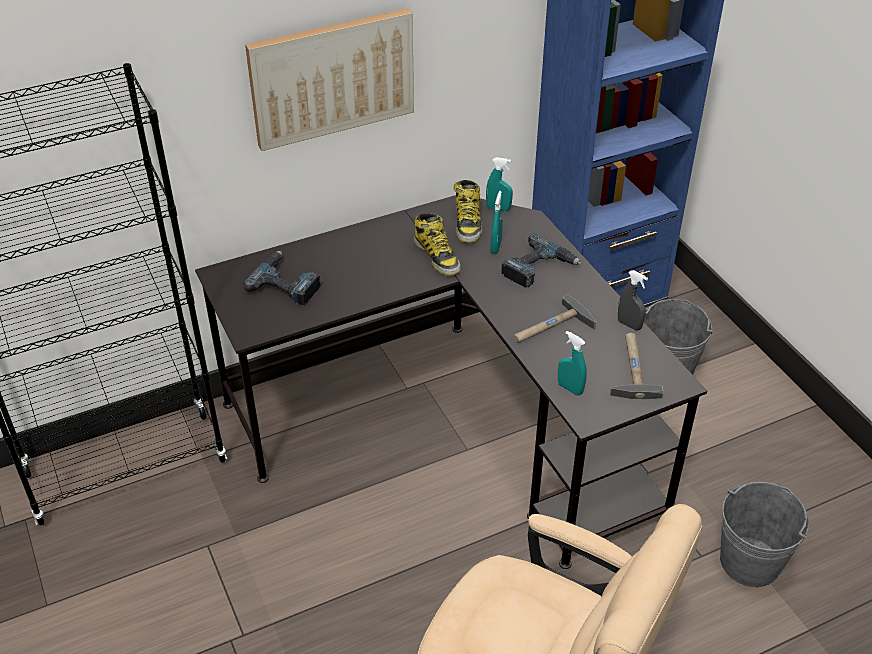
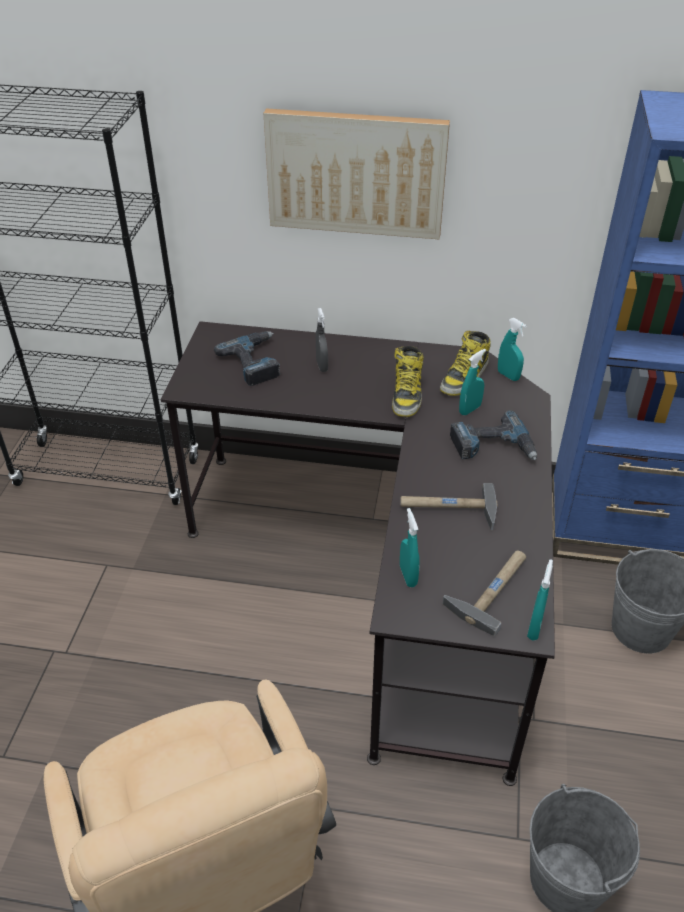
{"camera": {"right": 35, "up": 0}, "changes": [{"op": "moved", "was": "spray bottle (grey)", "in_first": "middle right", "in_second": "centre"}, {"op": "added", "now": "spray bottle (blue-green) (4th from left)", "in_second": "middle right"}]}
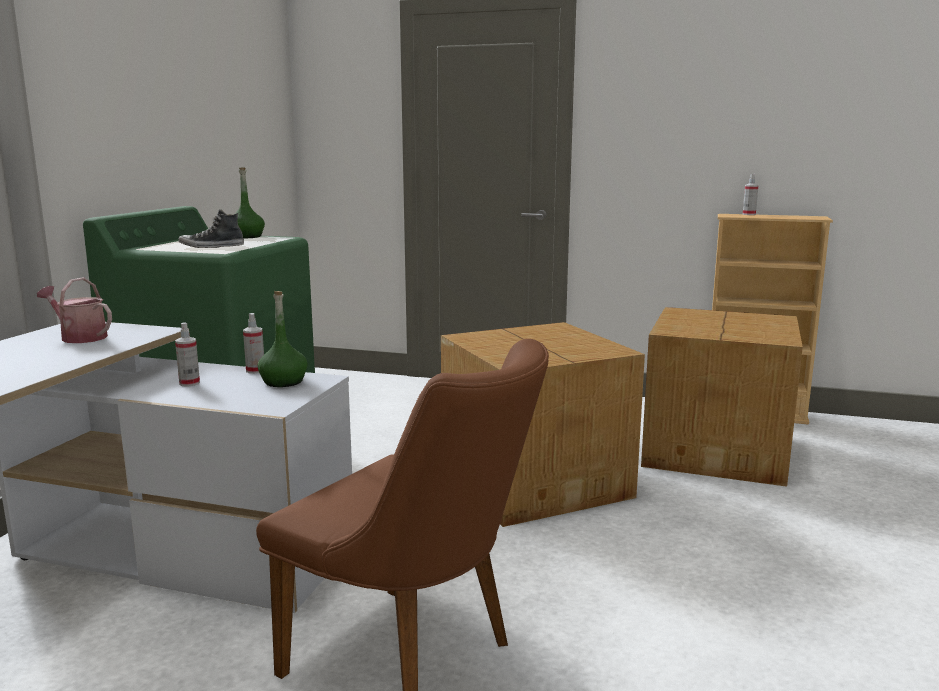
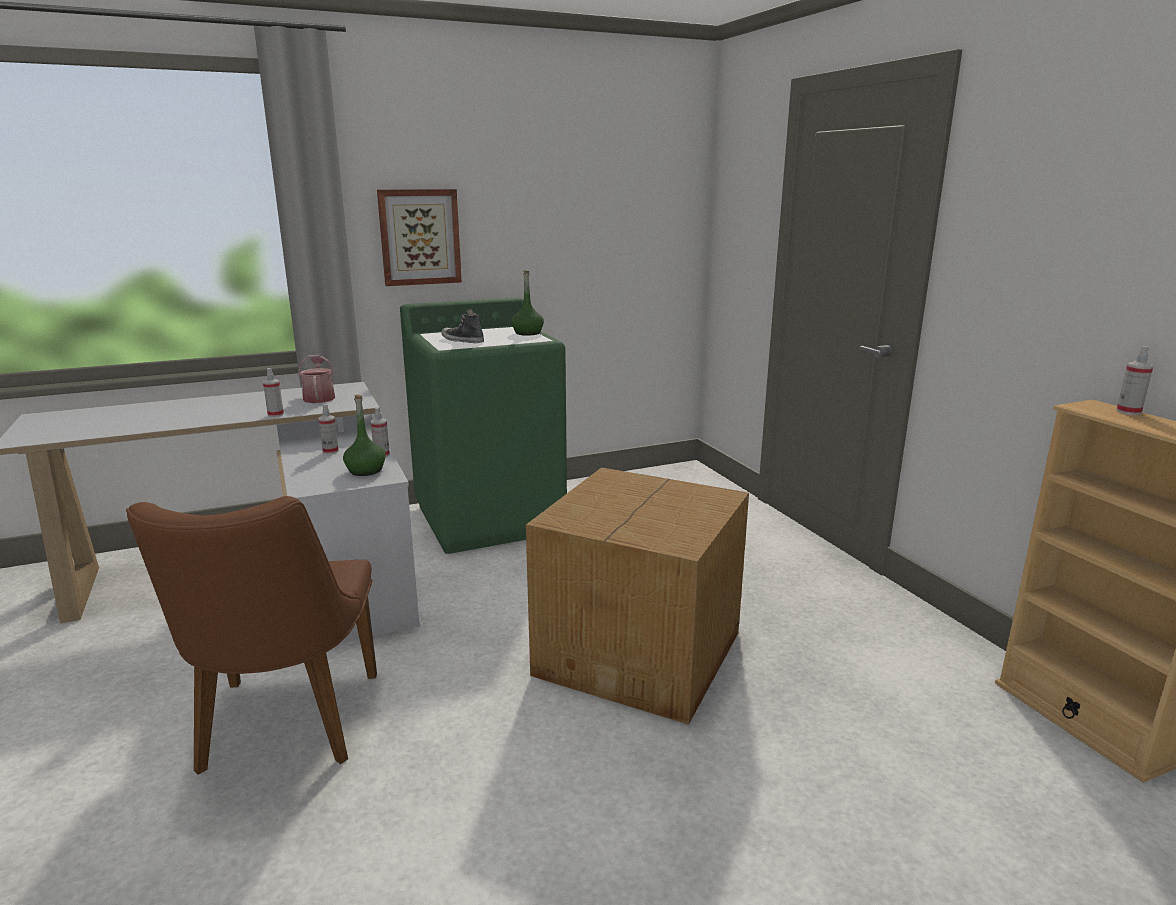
{"camera": {"right": 50, "up": 5}, "changes": [{"op": "added", "now": "spray bottle (1st from left)", "in_second": "middle left"}, {"op": "added", "now": "picture", "in_second": "top centre"}, {"op": "removed", "was": "packing box (2nd from left)", "in_first": "middle right"}]}
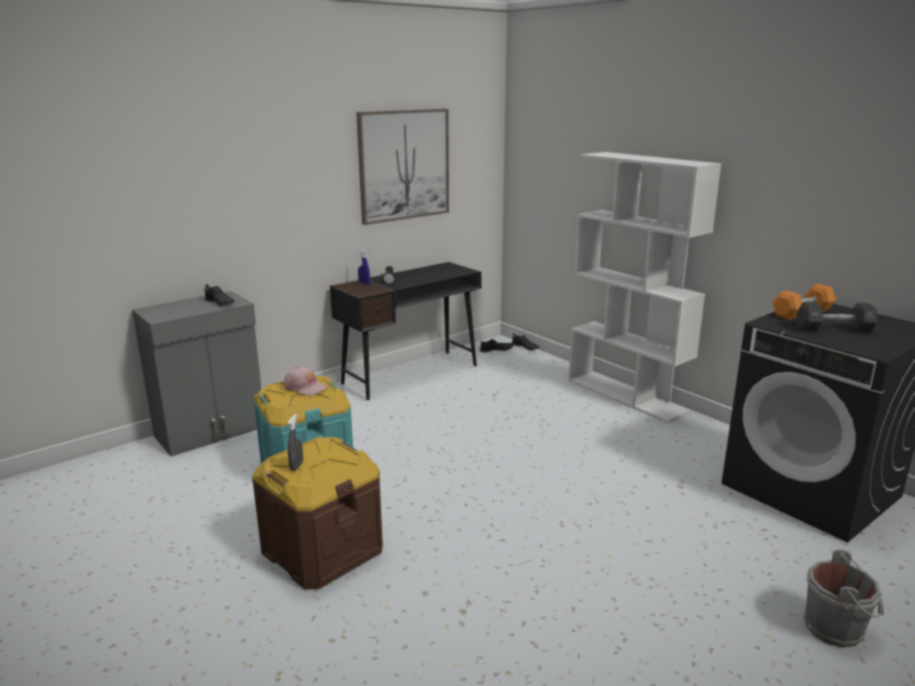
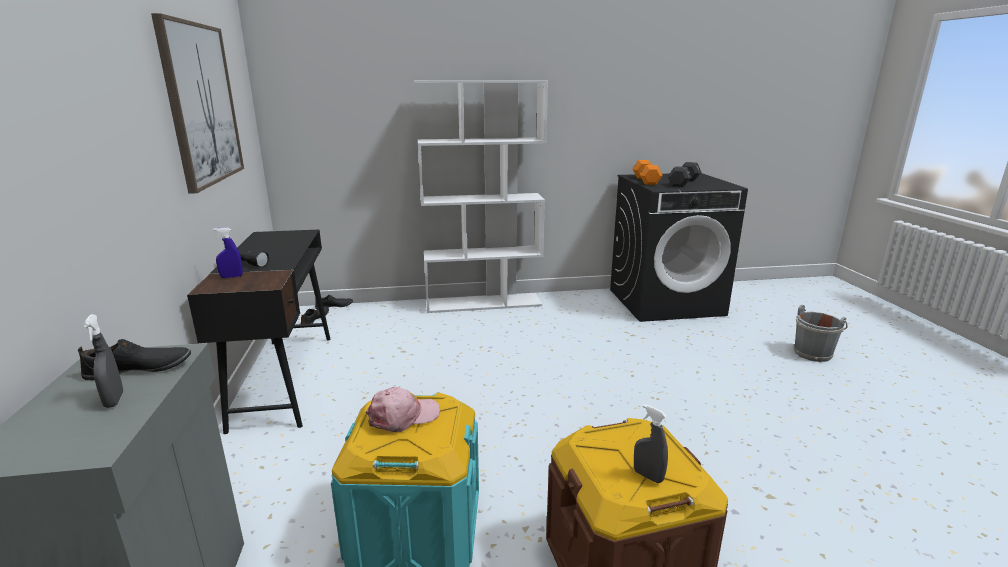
{"camera": {"right": -60, "up": 0}, "changes": [{"op": "added", "now": "spray bottle (grey) (1st from left)", "in_second": "middle left"}]}
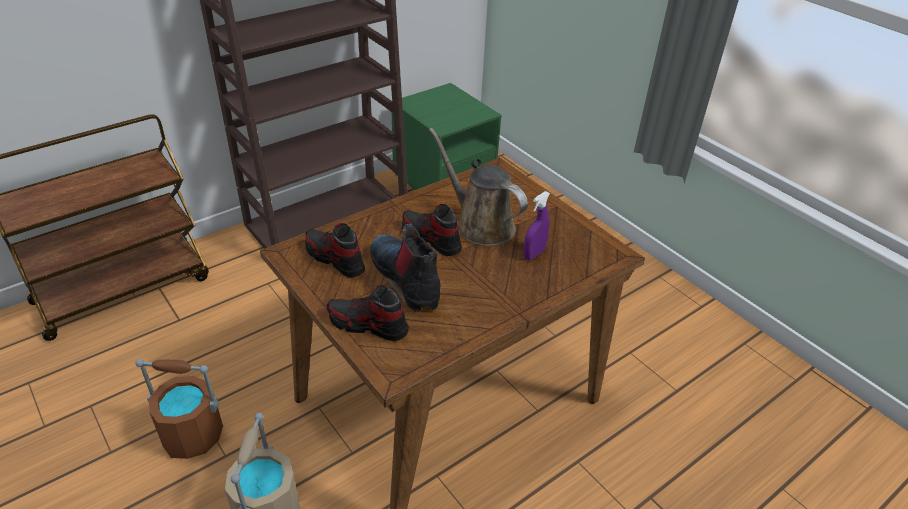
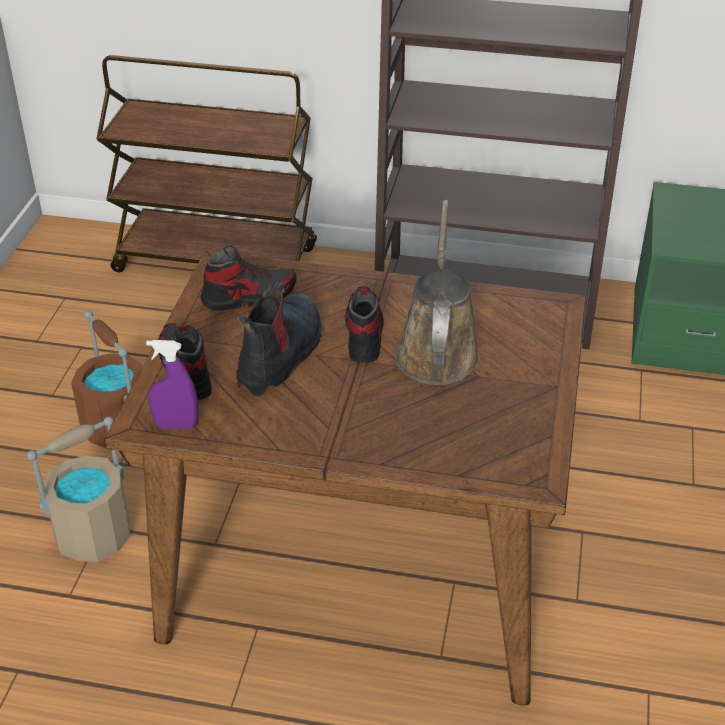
{"camera": {"right": 50, "up": 0}, "changes": [{"op": "moved", "was": "spray bottle (purple)", "in_first": "centre", "in_second": "middle left"}, {"op": "turned", "was": "item of footwear (1st from left in the first image)", "in_first": "centre", "in_second": "centre", "clockwise": 75}]}
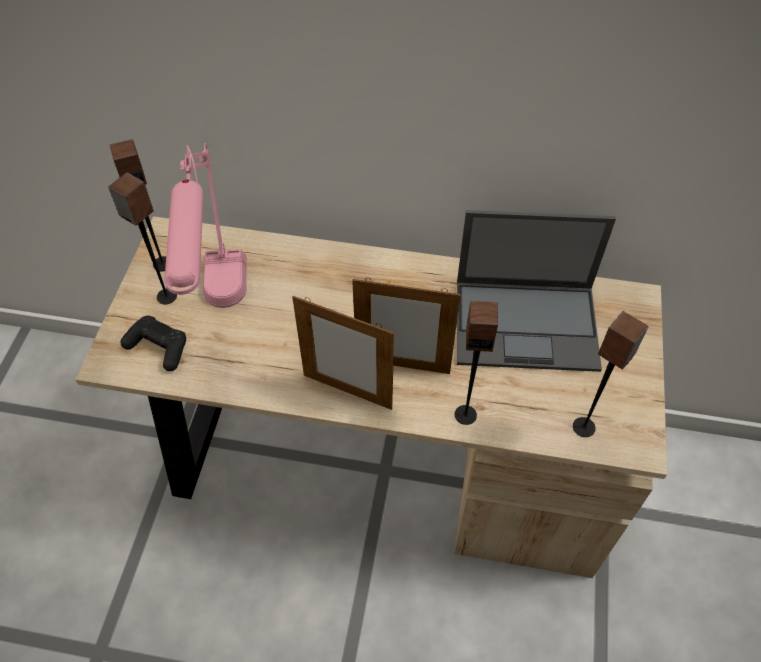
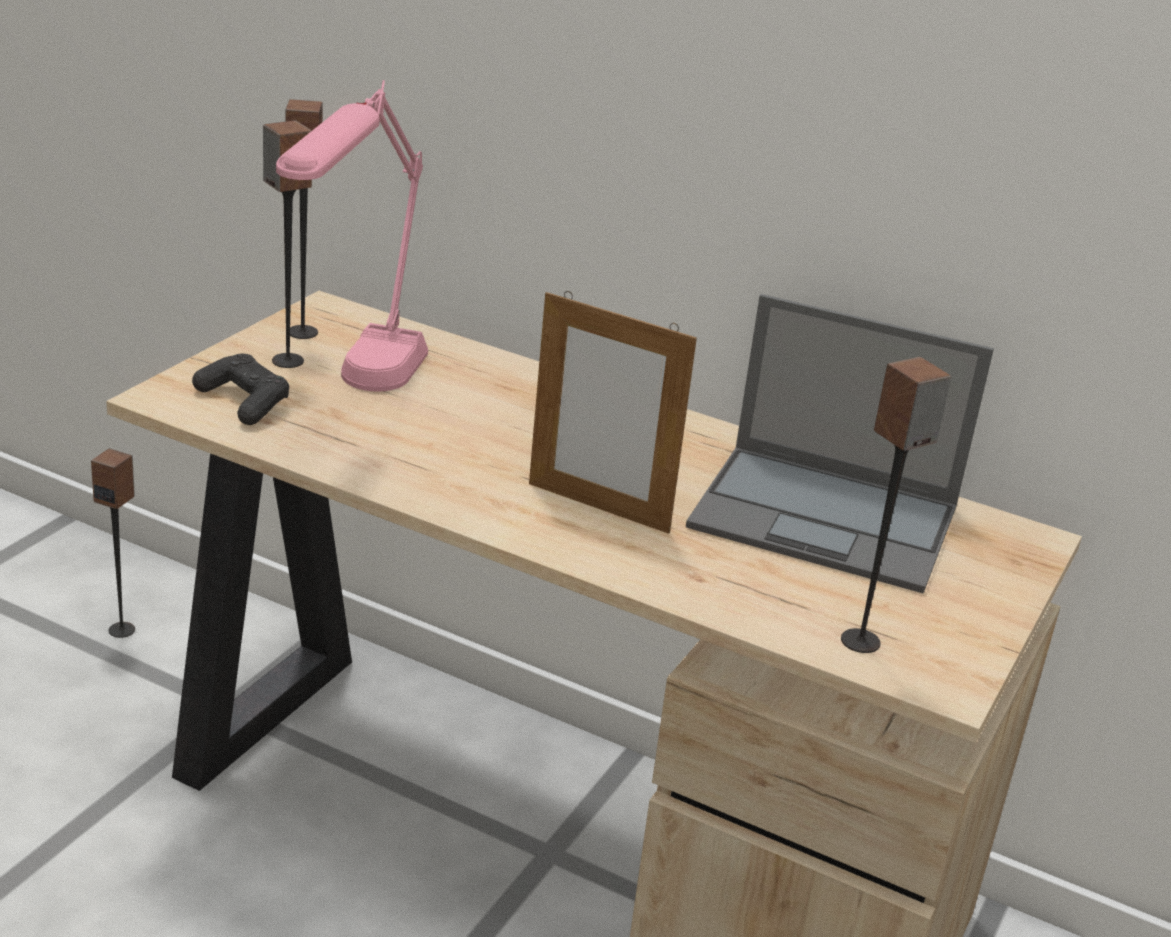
{"camera": {"right": 15, "up": -25}, "changes": [{"op": "moved", "was": "loudspeaker (3rd from left in the first image)", "now": "loudspeaker (1st from left)", "in_first": "centre", "in_second": "middle left"}, {"op": "removed", "was": "picture frame (1st from left)", "in_first": "centre"}]}
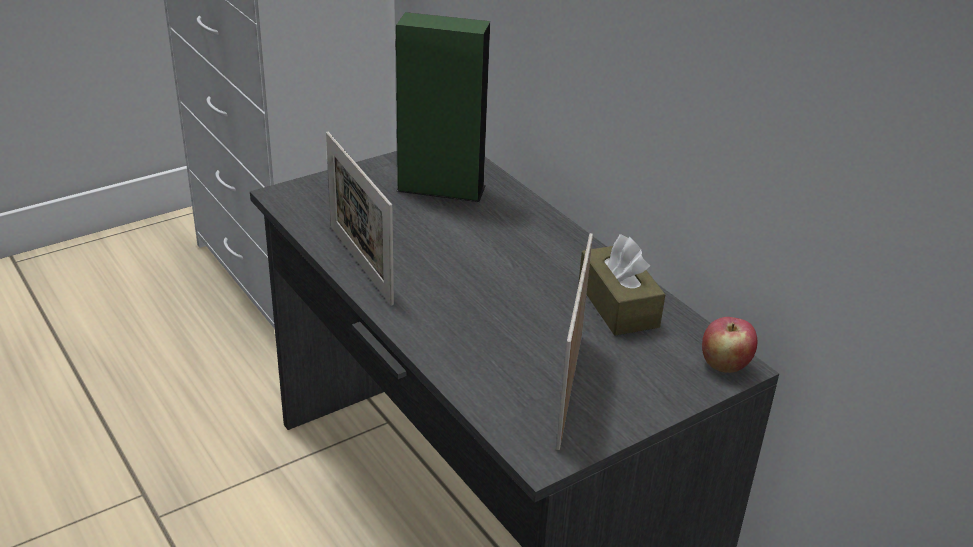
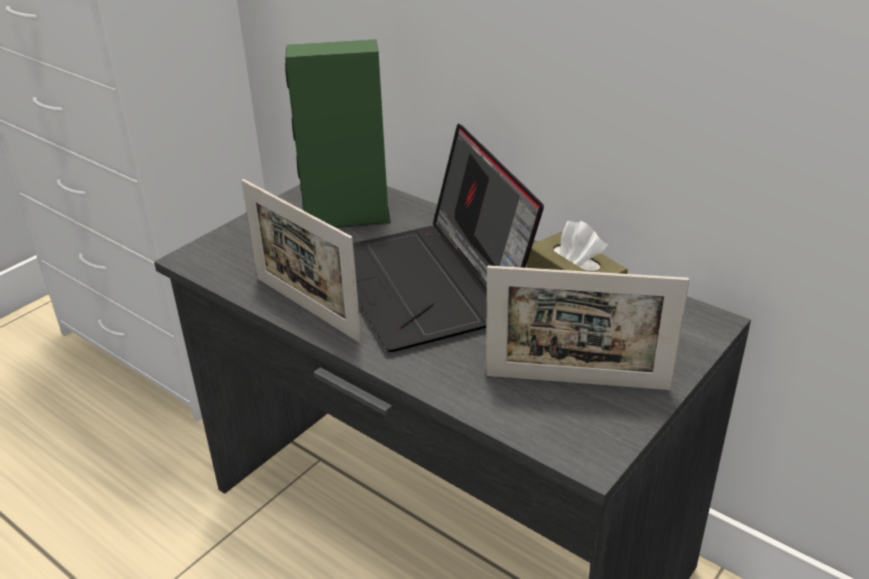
{"camera": {"right": -15, "up": 0}, "changes": [{"op": "added", "now": "portable computer", "in_second": "centre"}, {"op": "turned", "was": "picture frame (2nd from left)", "in_first": "centre", "in_second": "middle right", "clockwise": -75}, {"op": "removed", "was": "apple", "in_first": "middle right"}]}
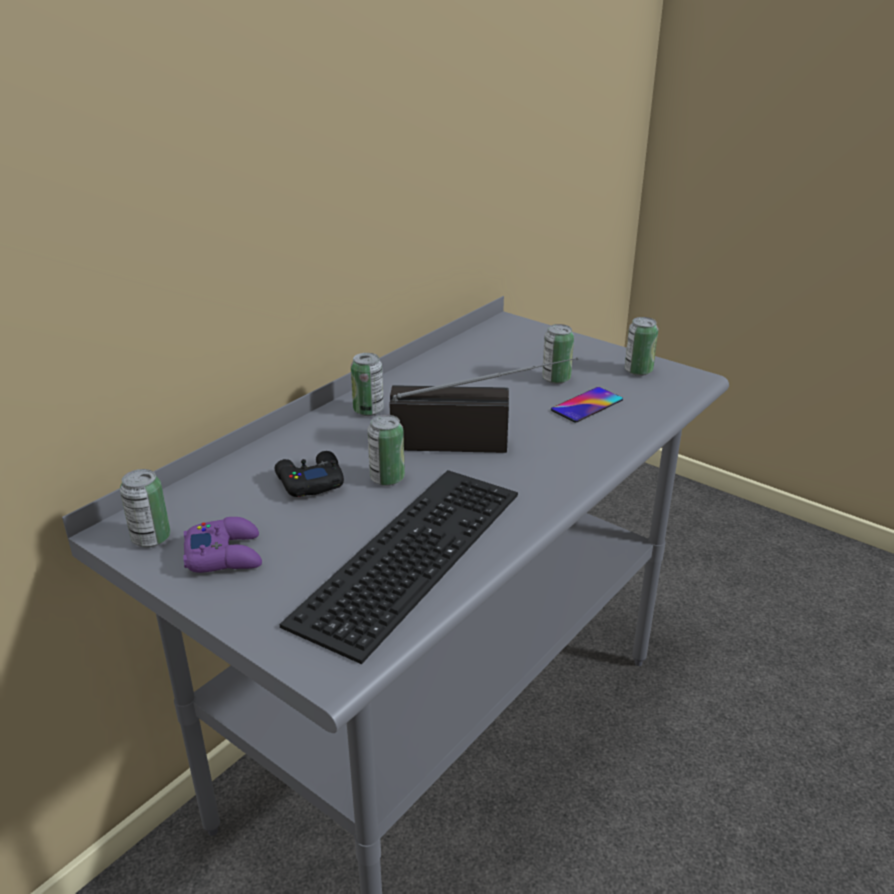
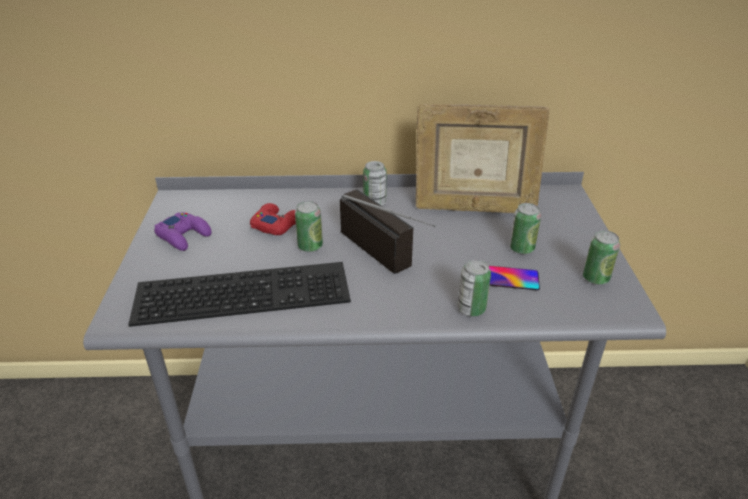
{"camera": {"right": 50, "up": 5}, "changes": [{"op": "recoloured", "was": "gamepad (blackish)", "now": "gamepad (reddish)", "in_first": "centre", "in_second": "centre"}, {"op": "added", "now": "picture frame", "in_second": "top centre"}, {"op": "moved", "was": "metal can (1st from left in the first image)", "now": "metal can (3rd from left)", "in_first": "middle left", "in_second": "centre"}]}
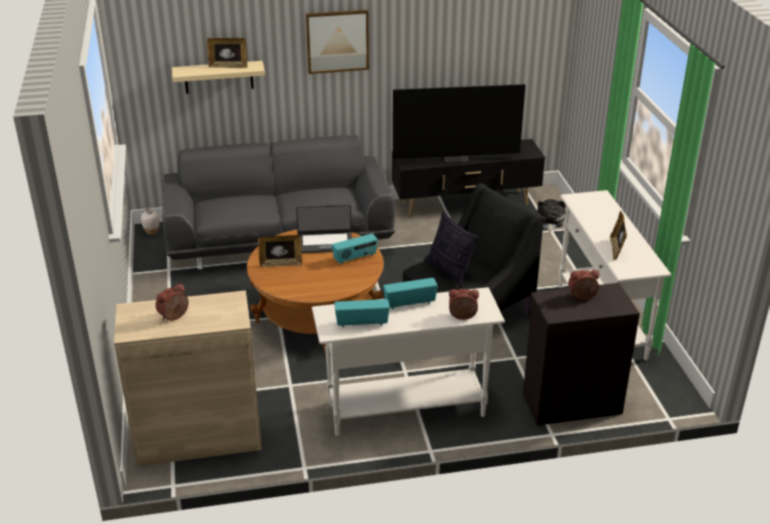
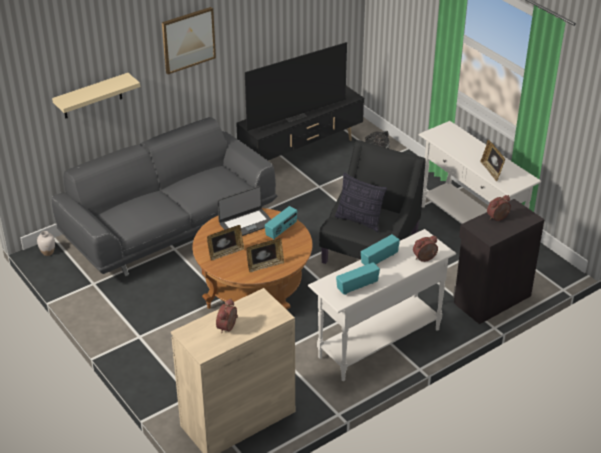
{"camera": {"right": -25, "up": 5}, "changes": [{"op": "moved", "was": "picture frame (1st from left in the first image)", "now": "picture frame (2nd from left)", "in_first": "top left", "in_second": "centre"}]}
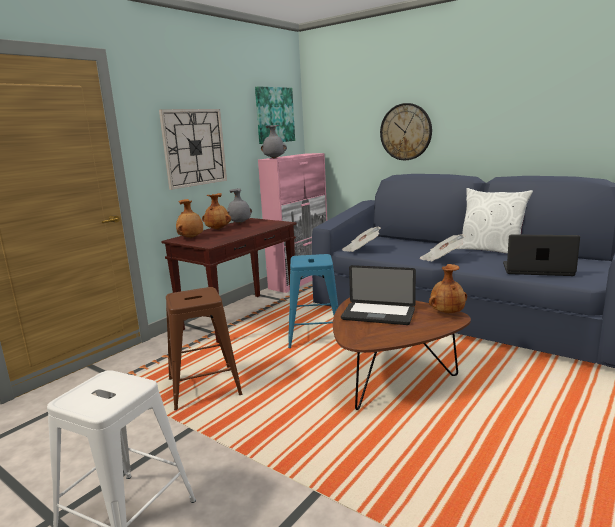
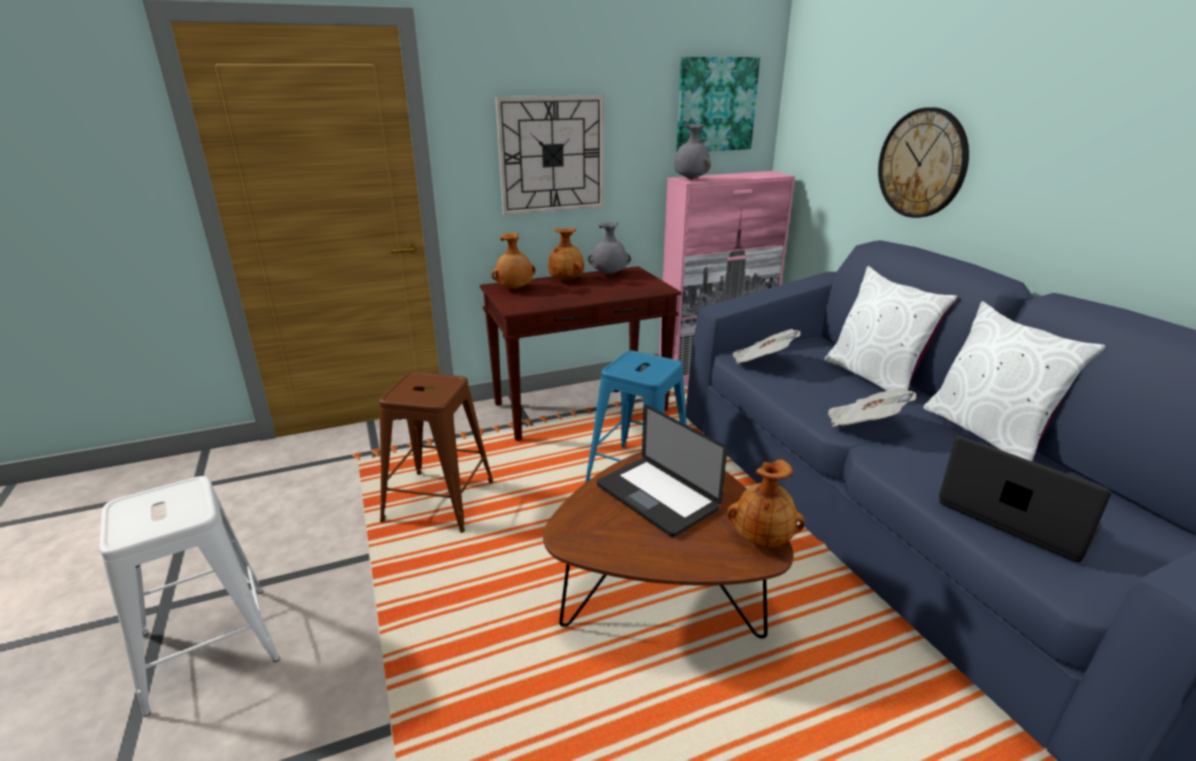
{"camera": {"right": 30, "up": 10}, "changes": [{"op": "added", "now": "pillow (white-coloured) (1st from left)", "in_second": "middle right"}]}
